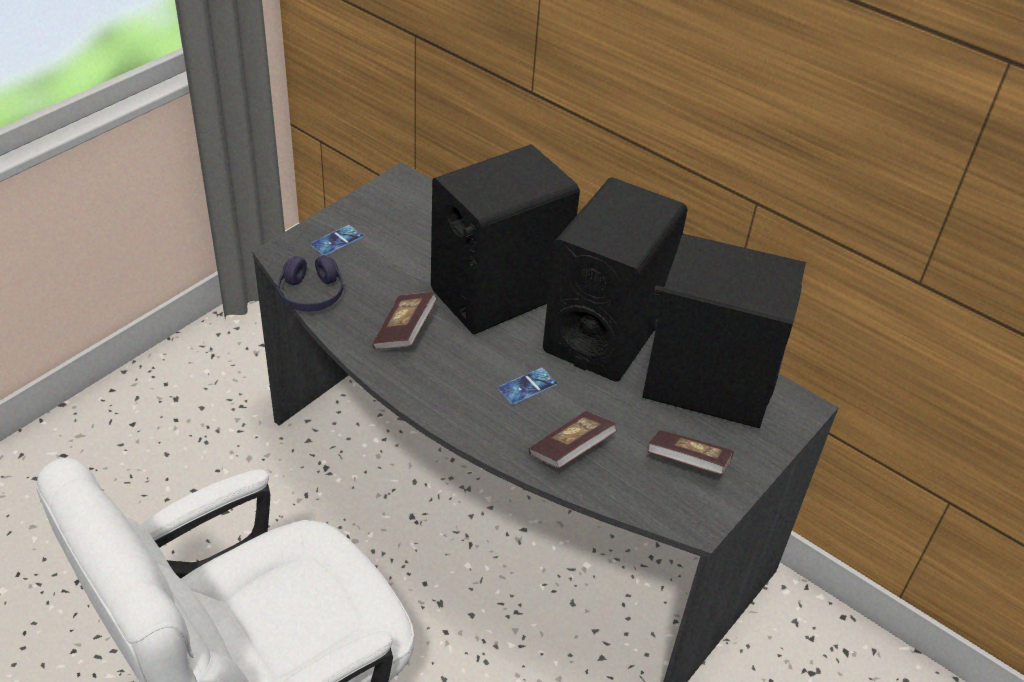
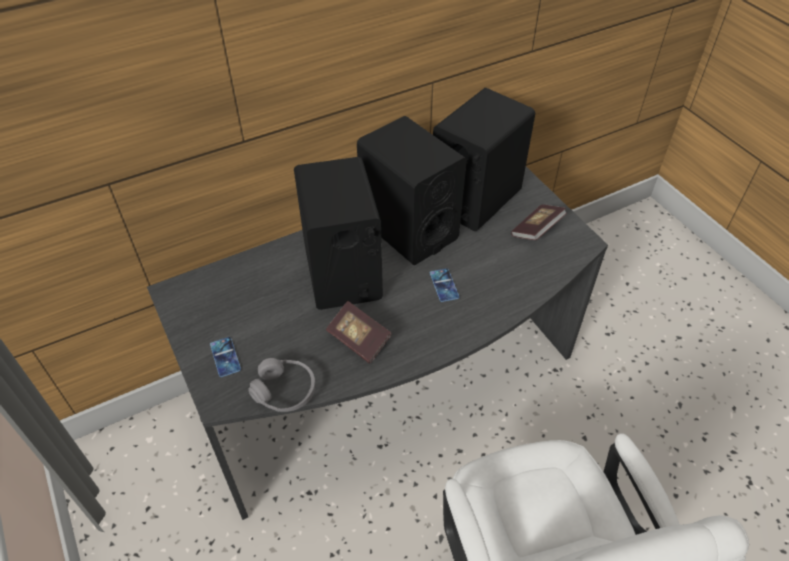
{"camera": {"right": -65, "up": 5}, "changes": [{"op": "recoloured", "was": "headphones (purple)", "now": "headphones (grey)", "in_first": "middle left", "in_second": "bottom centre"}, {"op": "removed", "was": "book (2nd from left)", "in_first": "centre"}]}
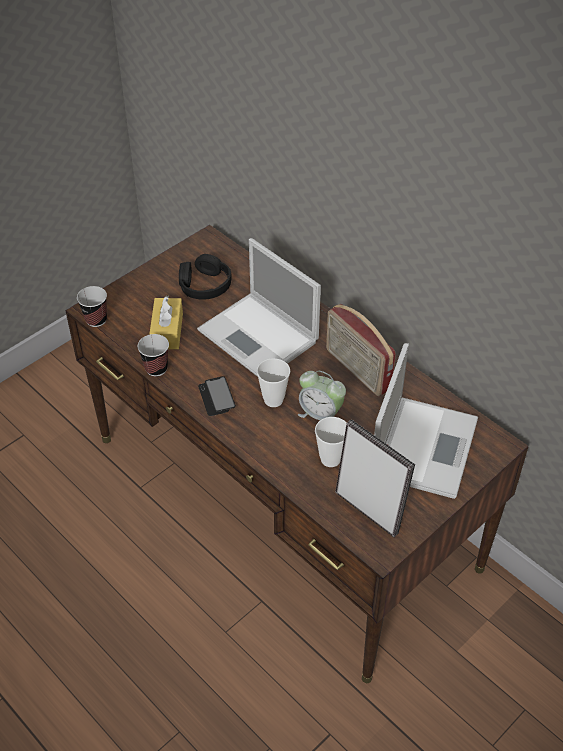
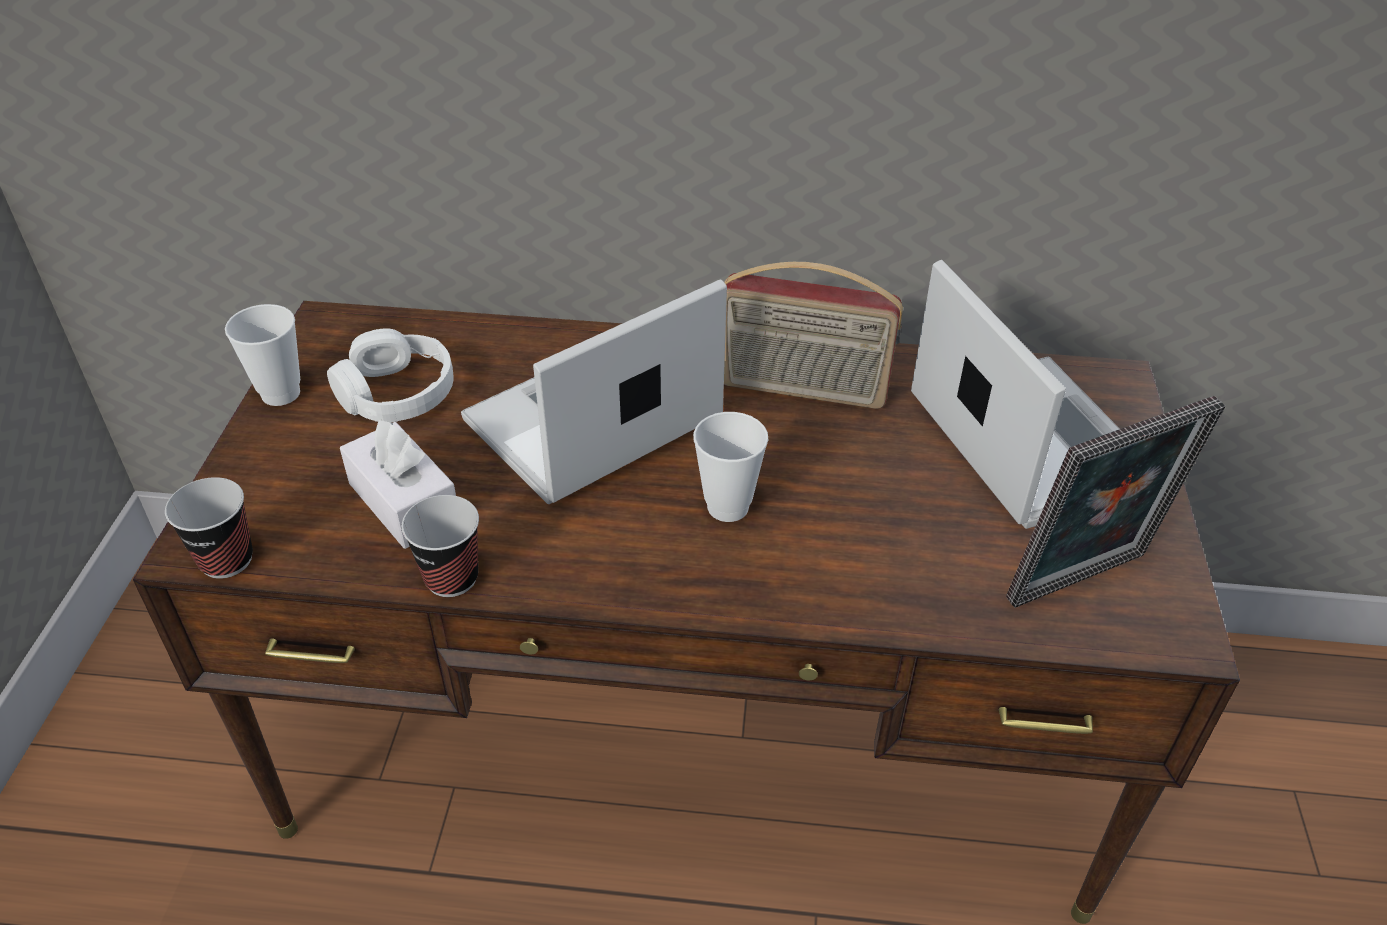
{"camera": {"right": -40, "up": -5}, "changes": [{"op": "moved", "was": "drinking cup (4th from left in the first image)", "now": "drinking cup (2nd from left)", "in_first": "centre", "in_second": "middle left"}, {"op": "recoloured", "was": "headphones (blackish)", "now": "headphones (white-coloured)", "in_first": "centre", "in_second": "middle left"}, {"op": "recoloured", "was": "tissue box (yellow-coloured)", "now": "tissue box (white-coloured)", "in_first": "middle left", "in_second": "middle left"}, {"op": "turned", "was": "portable computer (1st from left)", "in_first": "centre", "in_second": "centre", "clockwise": 135}, {"op": "turned", "was": "picture frame", "in_first": "centre", "in_second": "middle right", "clockwise": 150}, {"op": "removed", "was": "handset", "in_first": "centre"}, {"op": "removed", "was": "bedside clock", "in_first": "centre"}]}
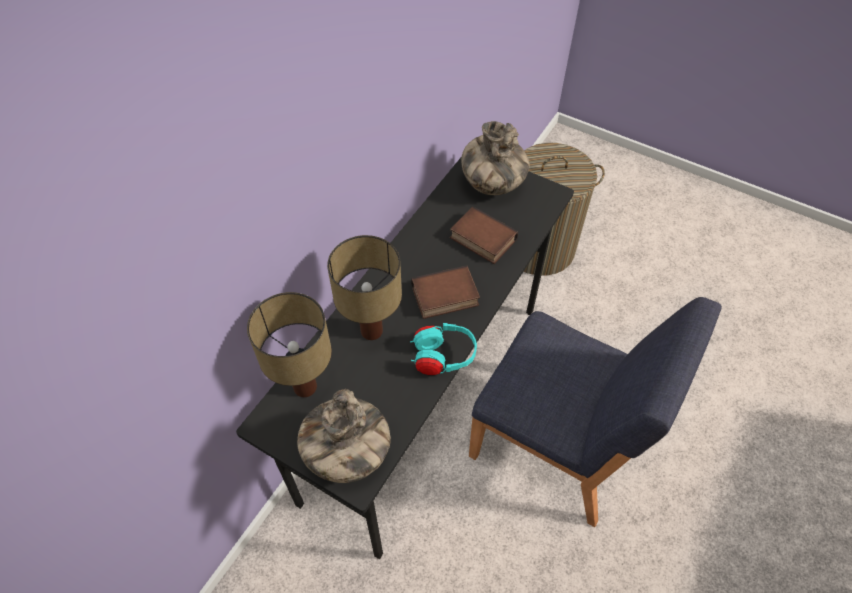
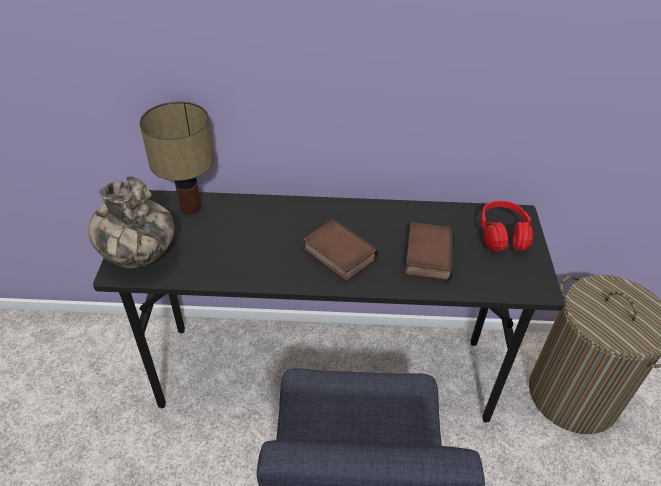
{"camera": {"right": 60, "up": -10}, "changes": [{"op": "replaced", "was": "vase (2nd from left)", "now": "headphones (reddish)", "in_first": "top centre", "in_second": "middle right"}, {"op": "removed", "was": "tabletop lamp (2nd from left)", "in_first": "centre"}, {"op": "removed", "was": "headphones (blue-green)", "in_first": "centre"}]}
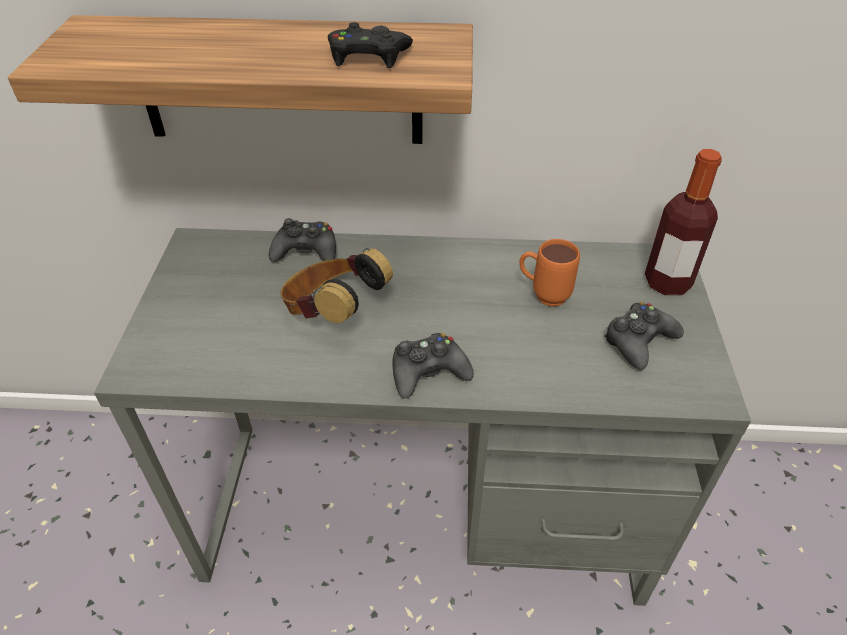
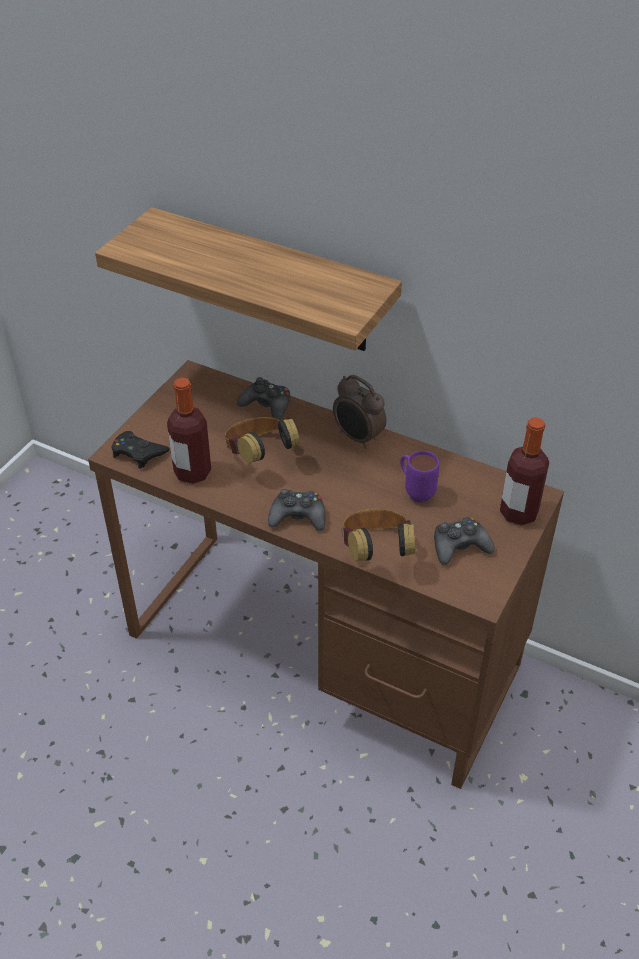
{"camera": {"right": 25, "up": 0}, "changes": [{"op": "recoloured", "was": "desk unit (grey)", "now": "desk unit (brown-coloured)", "in_first": "centre", "in_second": "centre"}, {"op": "moved", "was": "gamepad (blackish) (2nd from left in the first image)", "now": "gamepad (blackish) (1st from left)", "in_first": "top centre", "in_second": "middle left"}, {"op": "added", "now": "drink bottle (1st from left)", "in_second": "middle left"}, {"op": "added", "now": "bedside clock", "in_second": "centre"}, {"op": "added", "now": "headphones (2nd from left)", "in_second": "centre"}, {"op": "recoloured", "was": "coffee mug (orange)", "now": "coffee mug (purple)", "in_first": "centre", "in_second": "centre"}]}
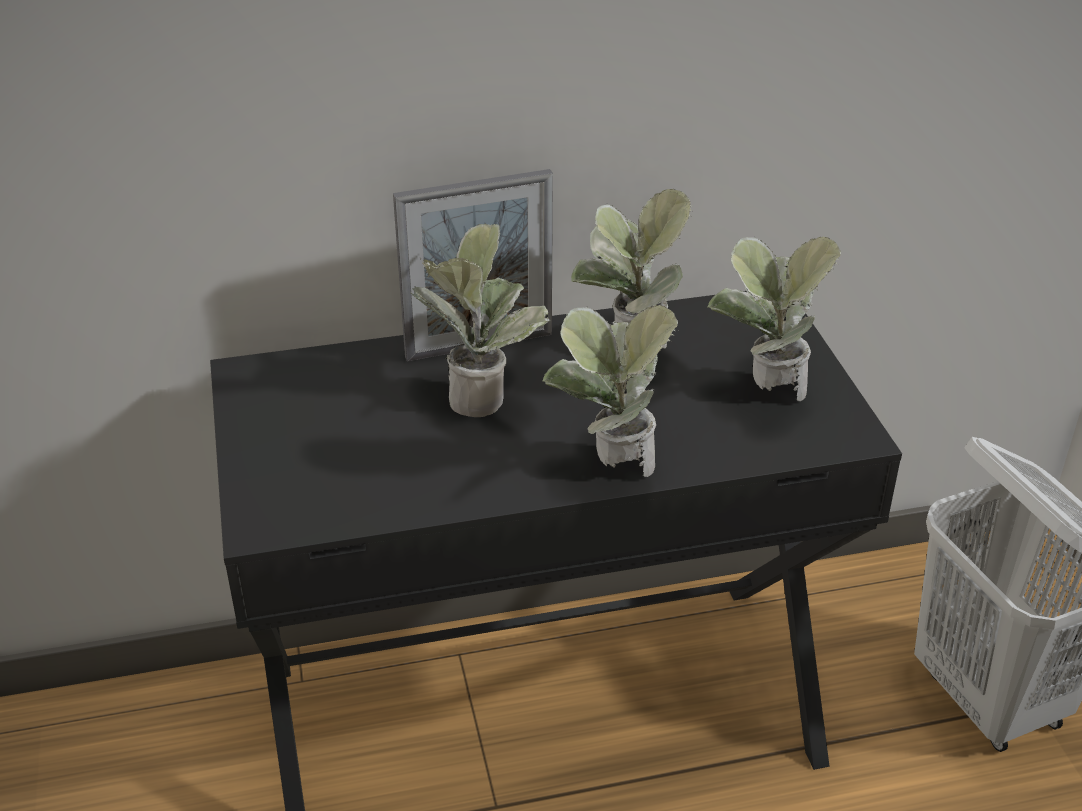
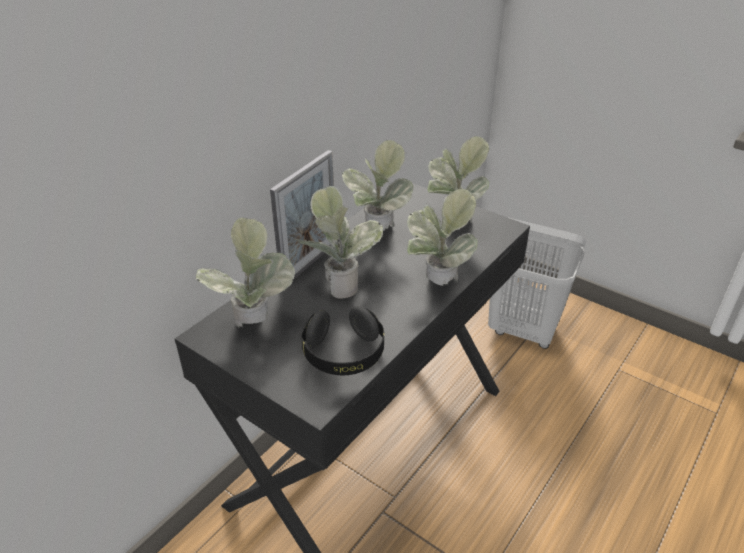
{"camera": {"right": -40, "up": 0}, "changes": [{"op": "added", "now": "houseplant (1st from left)", "in_second": "middle left"}, {"op": "added", "now": "headphones (blackish)", "in_second": "centre"}]}
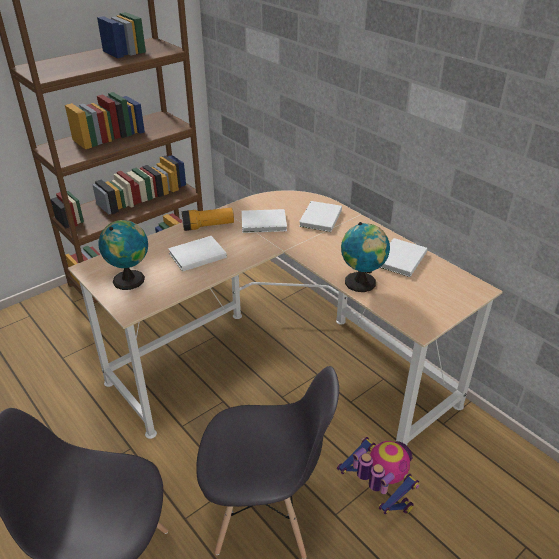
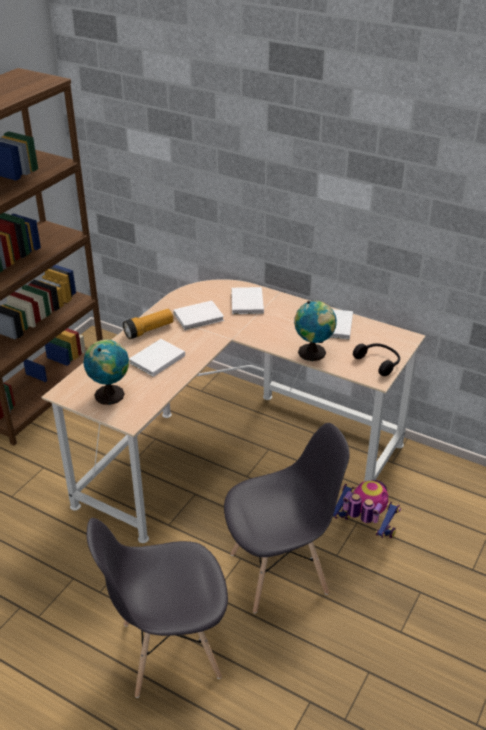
{"camera": {"right": -20, "up": 0}, "changes": [{"op": "added", "now": "headphones (blackish)", "in_second": "middle right"}]}
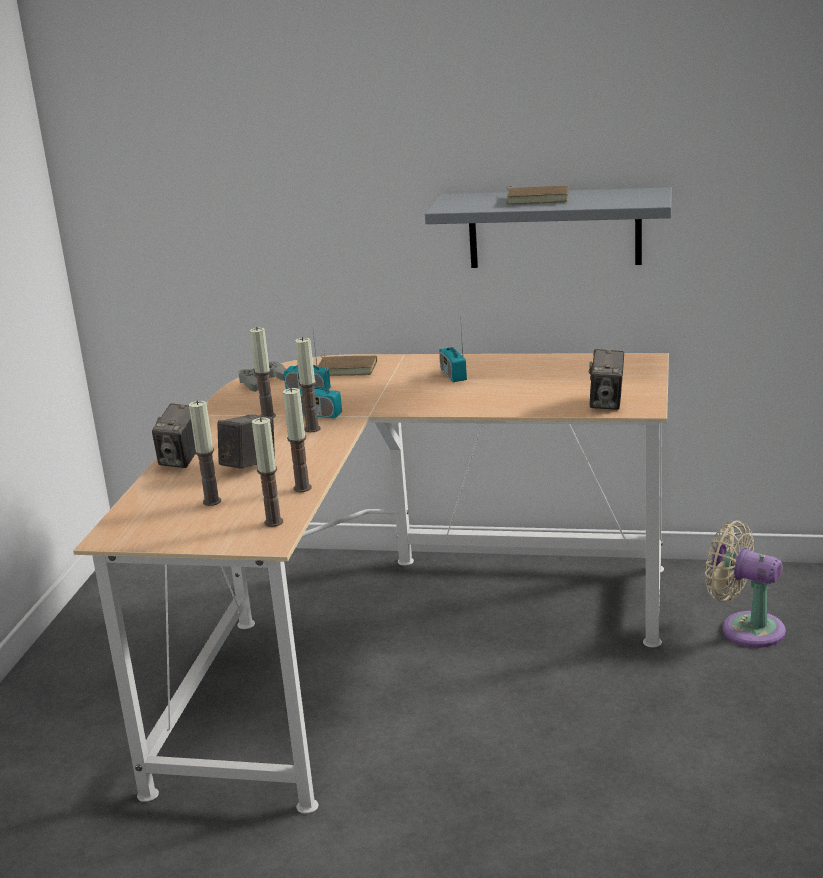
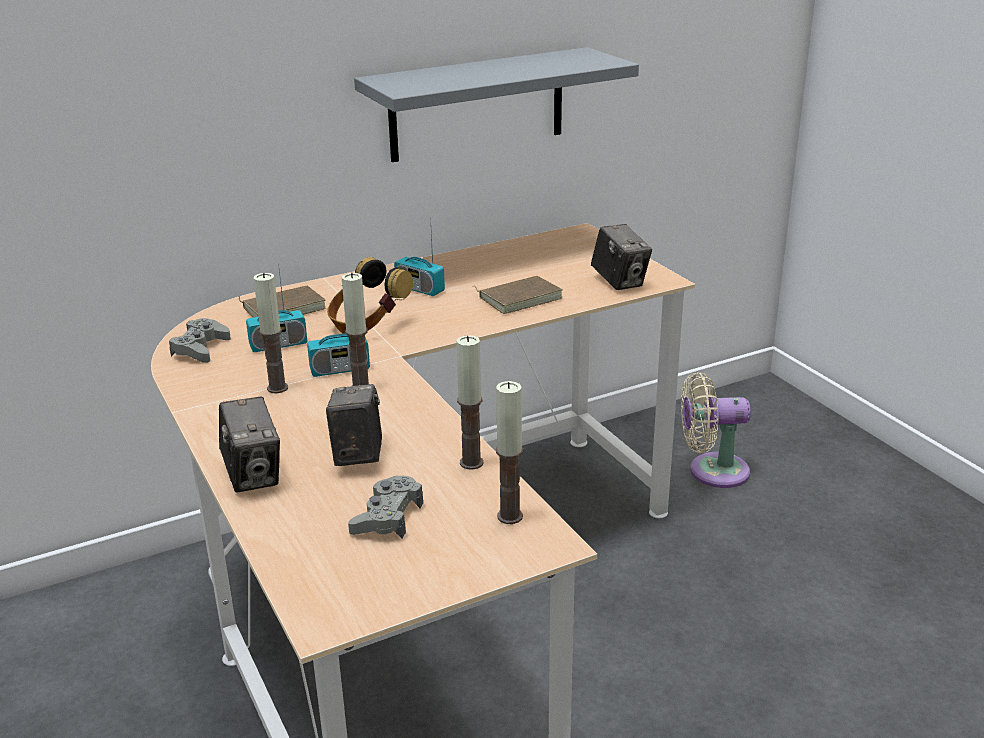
{"camera": {"right": -40, "up": 5}, "changes": [{"op": "added", "now": "headphones", "in_second": "centre"}, {"op": "replaced", "was": "wax candle (1st from left)", "now": "gamepad (grey) (2nd from left)", "in_first": "middle left", "in_second": "bottom centre"}, {"op": "moved", "was": "book (brown-coloured) (2nd from left)", "in_first": "top centre", "in_second": "centre"}]}
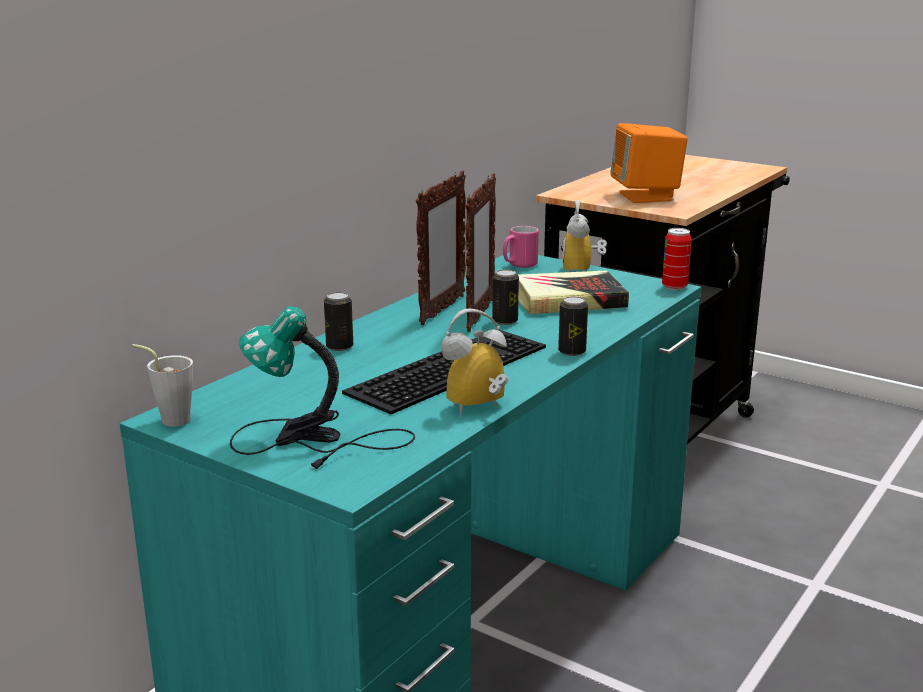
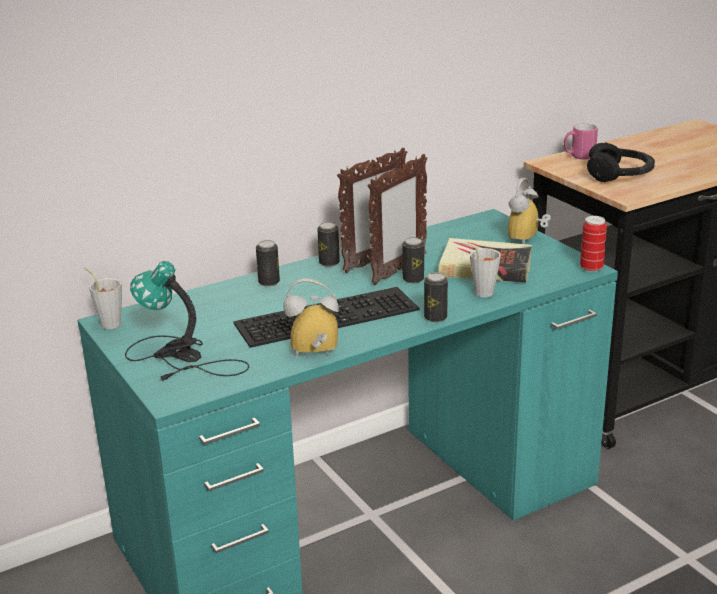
{"camera": {"right": 25, "up": 5}, "changes": [{"op": "added", "now": "metal can (2nd from left)", "in_second": "centre"}, {"op": "added", "now": "drinking cup (grey) (2nd from left)", "in_second": "middle right"}, {"op": "moved", "was": "coffee mug (pink)", "in_first": "centre", "in_second": "top right"}, {"op": "replaced", "was": "loudspeaker (orange)", "now": "headphones (blackish)", "in_first": "top right", "in_second": "top right"}]}
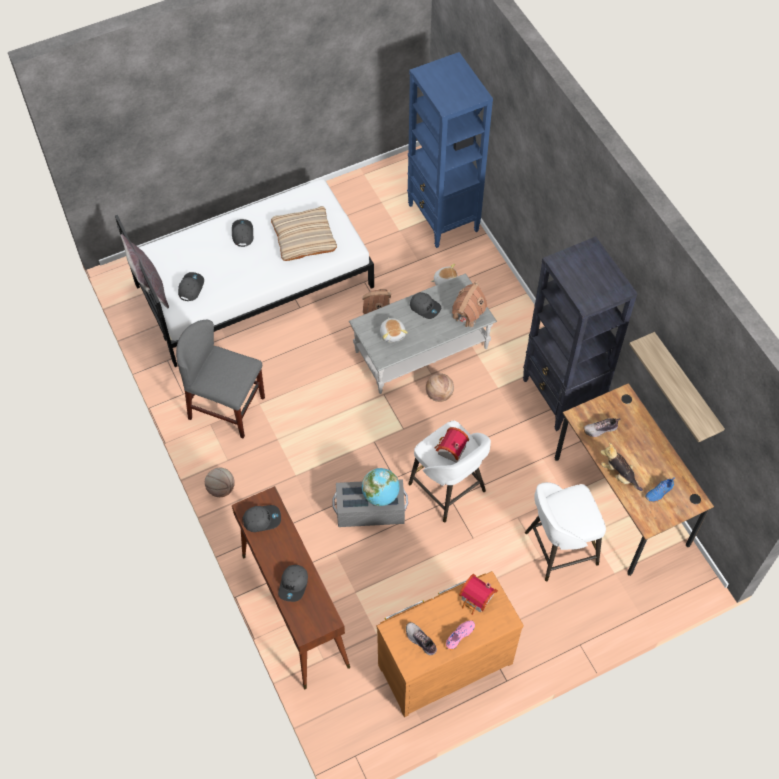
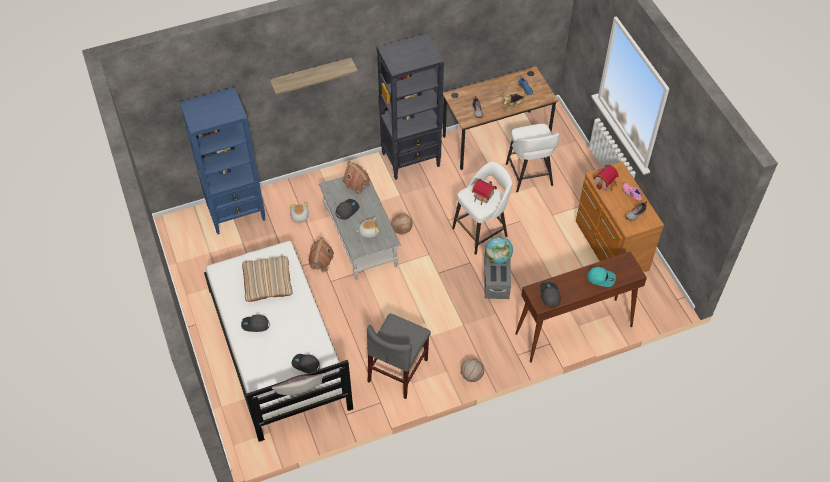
{"camera": {"right": -85, "up": -5}, "changes": [{"op": "moved", "was": "shelf", "in_first": "middle right", "in_second": "top centre"}, {"op": "recoloured", "was": "cap (grey) (4th from left)", "now": "cap (blue-green)", "in_first": "bottom centre", "in_second": "middle right"}]}
